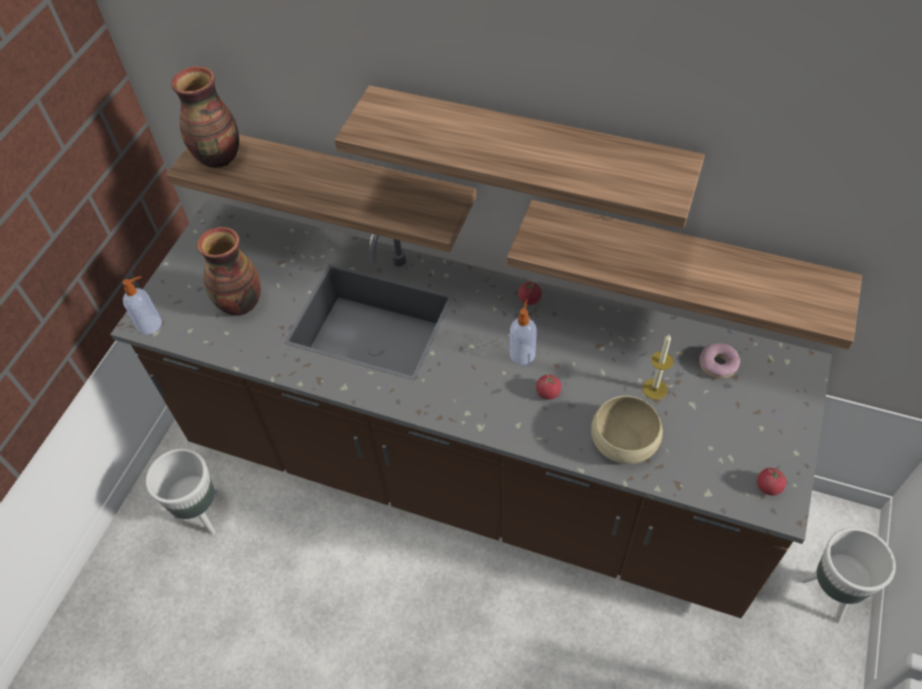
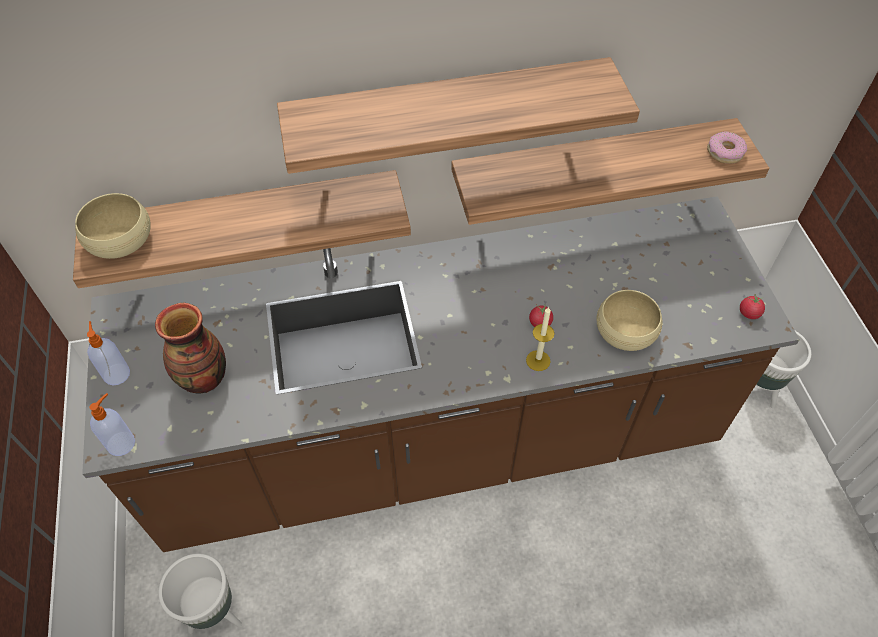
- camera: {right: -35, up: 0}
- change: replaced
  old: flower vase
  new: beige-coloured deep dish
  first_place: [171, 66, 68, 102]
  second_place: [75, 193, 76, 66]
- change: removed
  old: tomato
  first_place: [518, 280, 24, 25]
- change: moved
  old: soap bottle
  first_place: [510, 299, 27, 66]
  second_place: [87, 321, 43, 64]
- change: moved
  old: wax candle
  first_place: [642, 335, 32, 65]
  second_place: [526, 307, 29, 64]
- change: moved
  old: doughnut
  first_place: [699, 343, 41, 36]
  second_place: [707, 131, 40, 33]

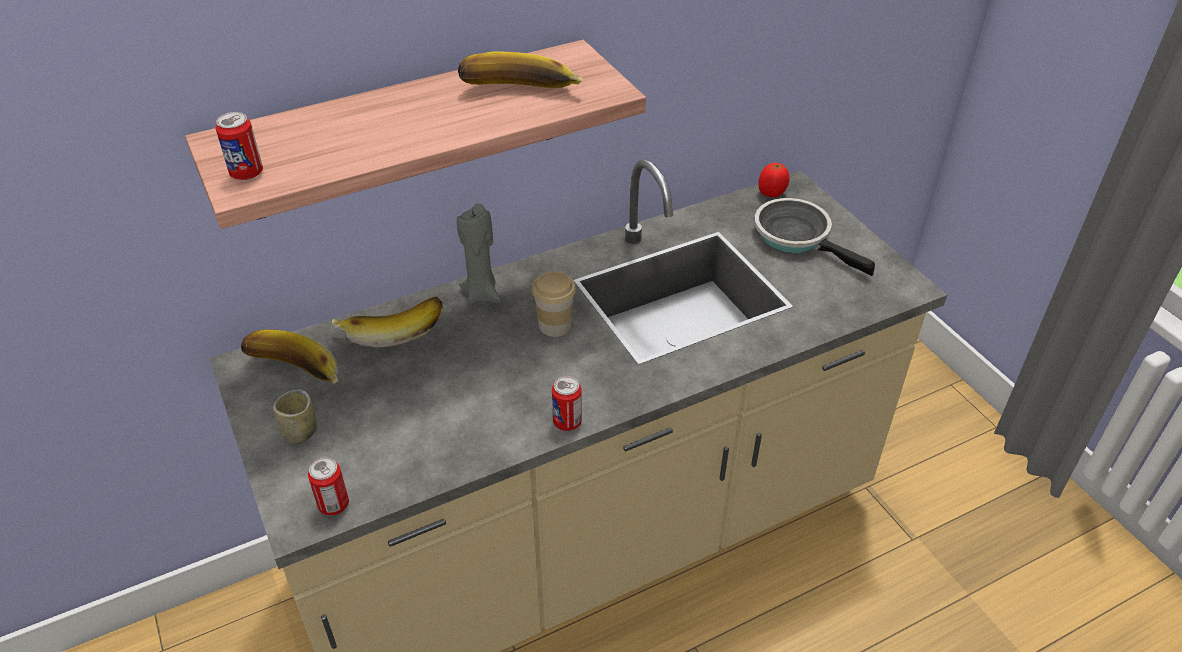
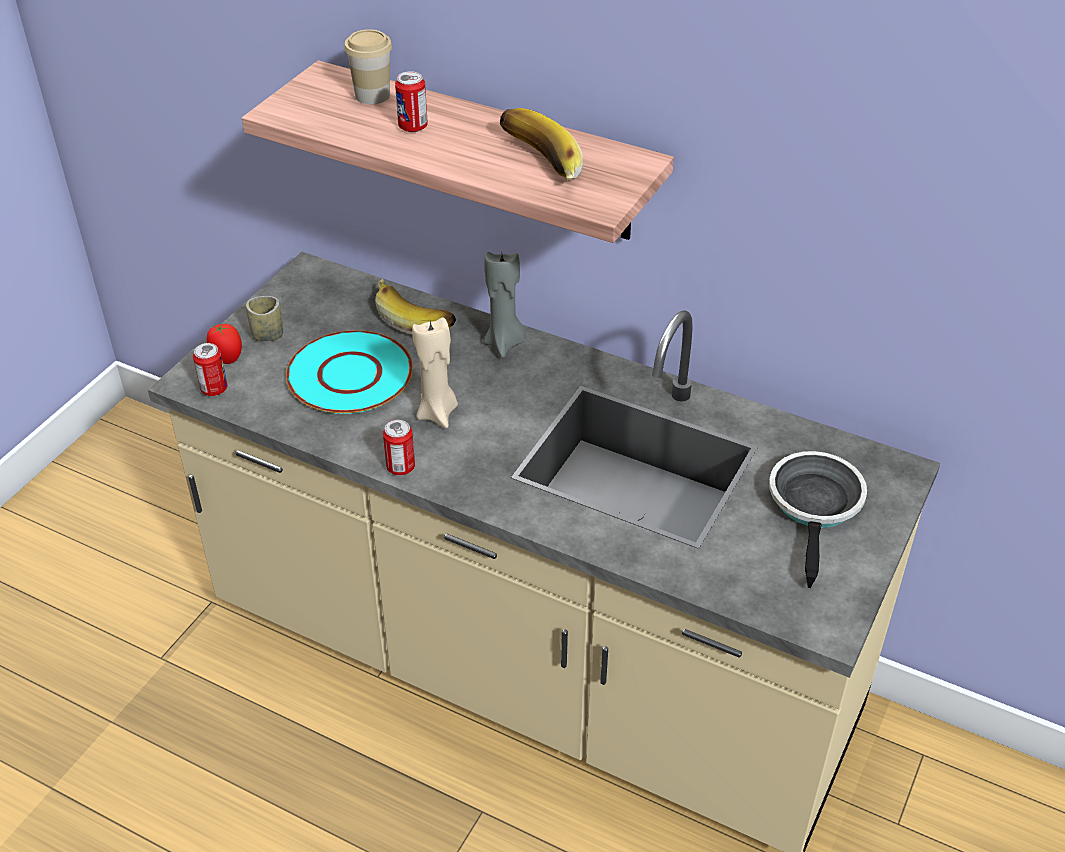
- camera: {right: 55, up: 0}
- change: moved
  old: sealed can
  first_place: [216, 112, 47, 68]
  second_place: [395, 71, 33, 61]
- change: moved
  old: tomato
  first_place: [758, 163, 32, 34]
  second_place: [207, 324, 35, 40]
- change: moved
  old: small cup
  first_place: [532, 271, 44, 66]
  second_place: [344, 29, 48, 75]
- change: removed
  old: banana fruit
  first_place: [241, 329, 97, 56]
- change: added
  new: beige-coloured wax candle
  second_place: [412, 318, 46, 110]
- change: added
  new: turquoise-coloured dinner plate
  second_place: [286, 330, 127, 84]

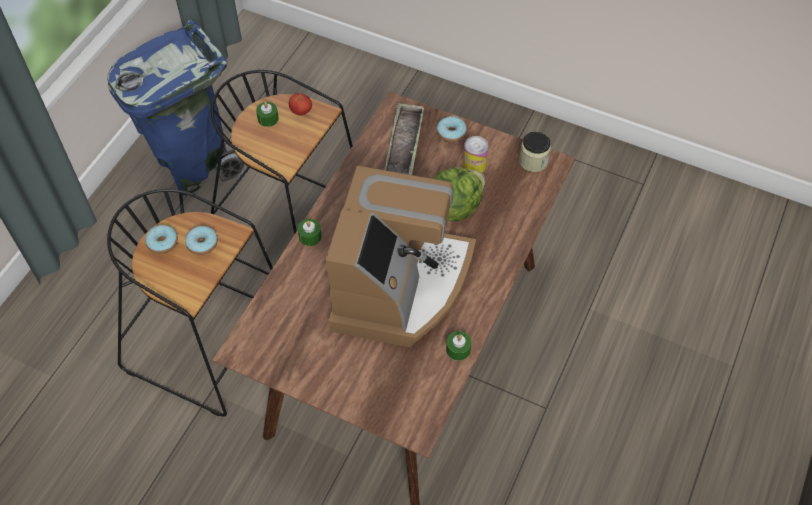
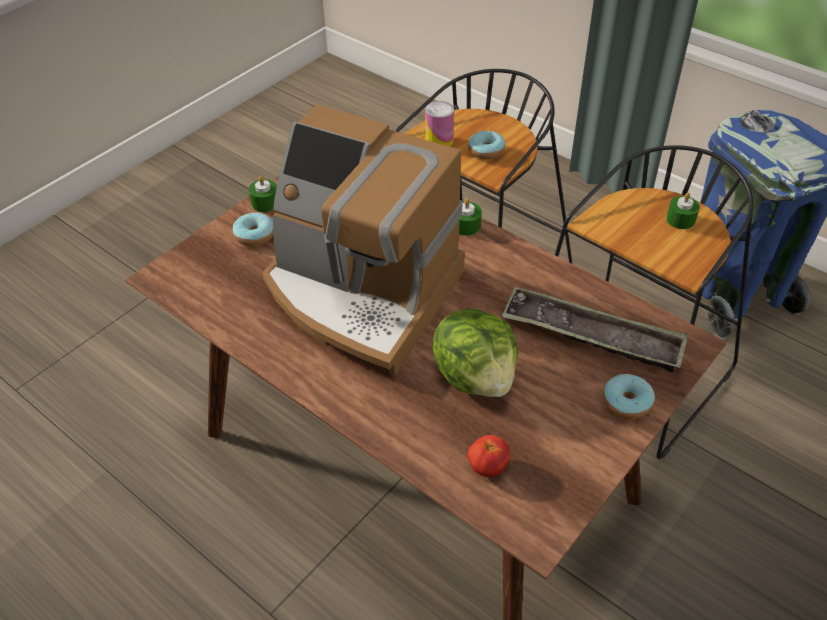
- camera: {right: 105, up: -10}
- change: moved
  old: tomato
  first_place: [289, 93, 23, 22]
  second_place: [468, 435, 43, 42]
- change: removed
  old: preserve jar
  first_place: [519, 132, 32, 40]
- change: moved
  old: sealed can
  first_place: [463, 136, 25, 37]
  second_place: [425, 101, 29, 46]
- change: moved
  old: doughnut
  first_place: [145, 225, 33, 29]
  second_place: [233, 213, 40, 34]
- change: moved
  old: green wax candle
  first_place: [446, 331, 25, 30]
  second_place: [249, 175, 28, 37]

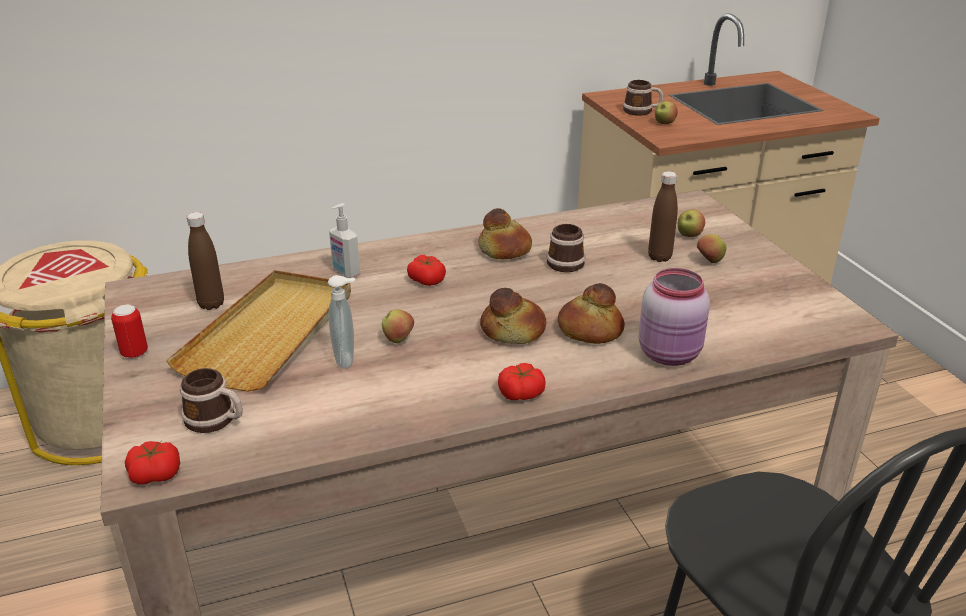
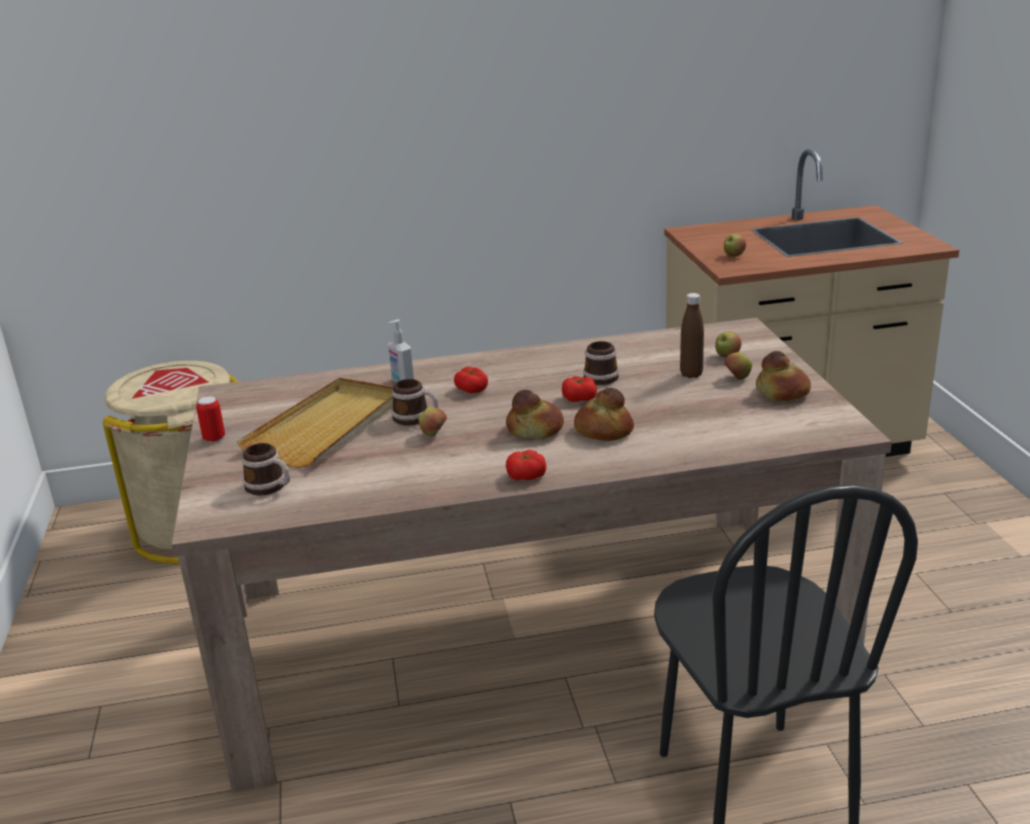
- camera: {right: 10, up: -5}
- change: moved
  old: tea mug
  first_place: [623, 80, 40, 36]
  second_place: [391, 379, 48, 47]
- change: moved
  old: bakery bread
  first_place: [479, 208, 53, 51]
  second_place: [756, 351, 55, 50]
- change: removed
  old: brown-coloured beverage bottle
  first_place: [187, 212, 37, 98]
- change: removed
  old: pinkish preserve jar
  first_place: [638, 268, 72, 98]
- change: removed
  old: soap bottle
  first_place: [328, 275, 27, 94]
- change: moved
  old: tomato
  first_place: [125, 441, 55, 43]
  second_place: [562, 376, 35, 26]

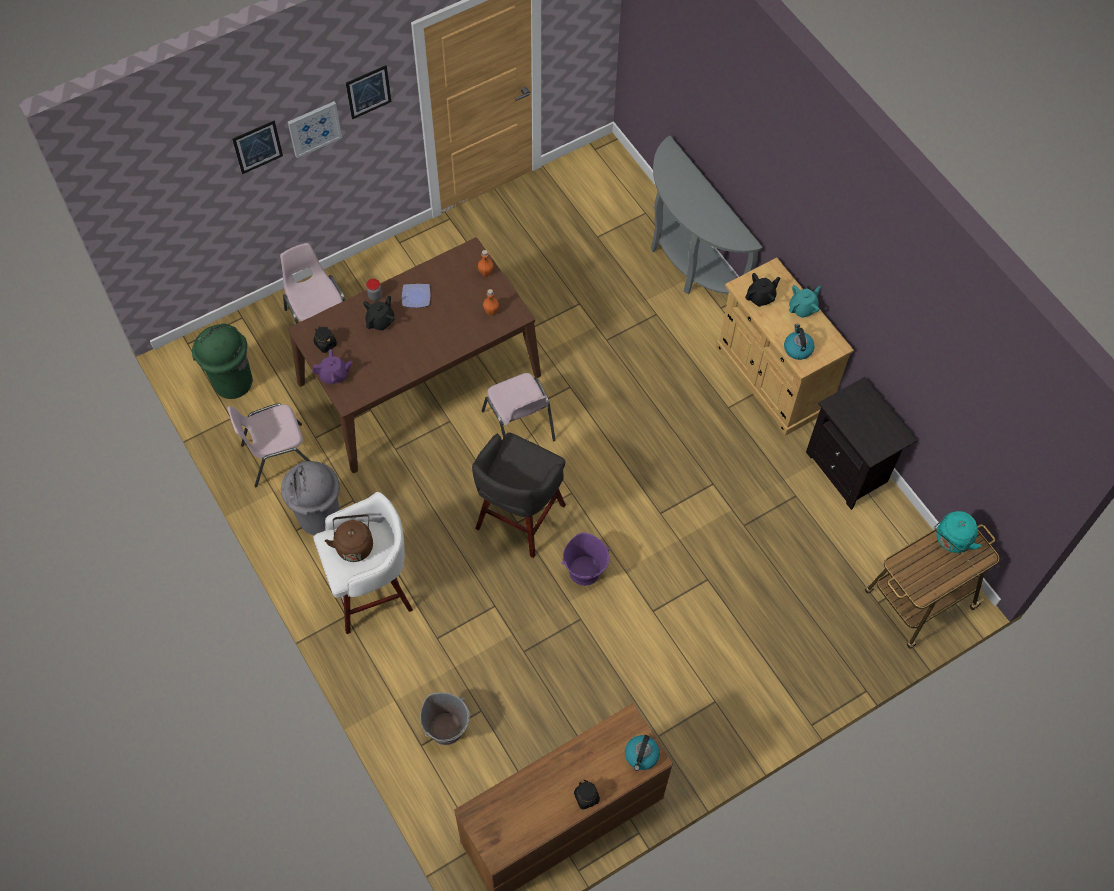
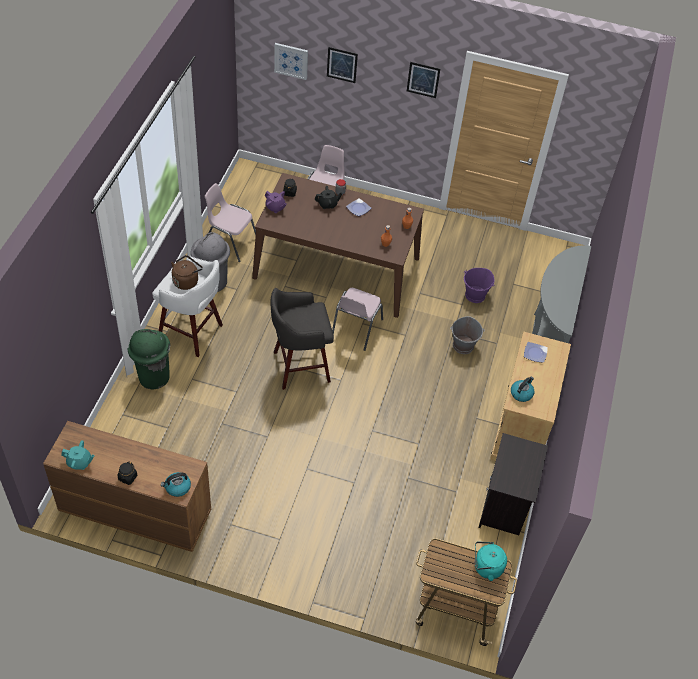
- camera: {right: 45, up: -10}
- change: moved
  old: wall picture
  first_place: [288, 101, 54, 57]
  second_place: [274, 43, 34, 37]
- change: replaced
  old: blackish pot for tea
  new: dinner plate
  first_place: [745, 273, 35, 34]
  second_place: [524, 342, 24, 20]
- change: moved
  old: turquoise-coloured pot for tea
  first_place: [789, 285, 32, 33]
  second_place: [61, 440, 34, 30]
- change: moved
  old: green trash can
  first_place: [192, 323, 61, 76]
  second_place: [128, 329, 42, 60]
- change: moved
  old: purple-coloured water bucket
  first_place: [562, 533, 49, 53]
  second_place: [464, 268, 31, 35]
- change: moved
  old: gray water bucket
  first_place: [420, 693, 50, 52]
  second_place: [450, 316, 35, 38]

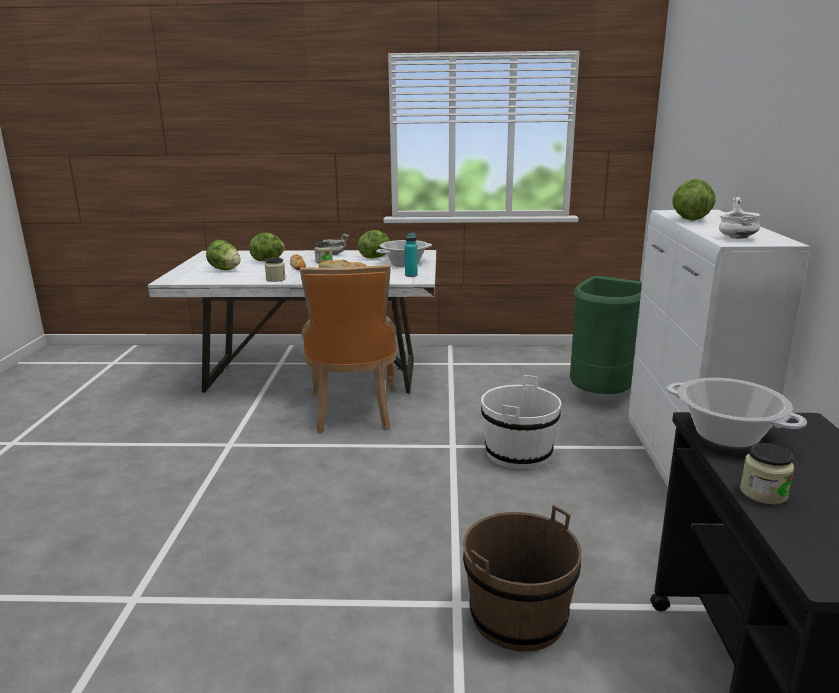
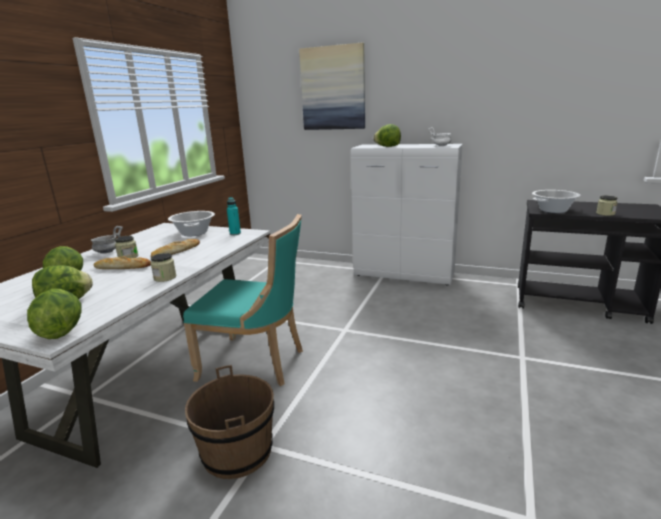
- camera: {right: -70, up: 0}
- change: moved
  old: lettuce
  first_place: [358, 230, 32, 28]
  second_place: [27, 289, 55, 50]
- change: recoloured
  old: orange-coloured upright chair
  new: turquoise-coloured upright chair
  first_place: [300, 265, 97, 169]
  second_place: [183, 214, 120, 172]
- change: removed
  old: green trash can
  first_place: [570, 276, 72, 118]
- change: removed
  old: whitish water bucket
  first_place: [481, 375, 80, 94]
- change: moved
  old: brown-coloured water bucket
  first_place: [463, 505, 118, 147]
  second_place: [185, 365, 89, 114]
- change: added
  new: wall picture
  second_place: [299, 43, 66, 87]

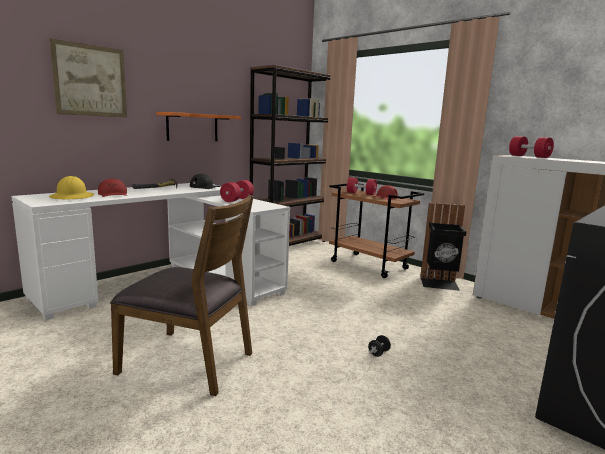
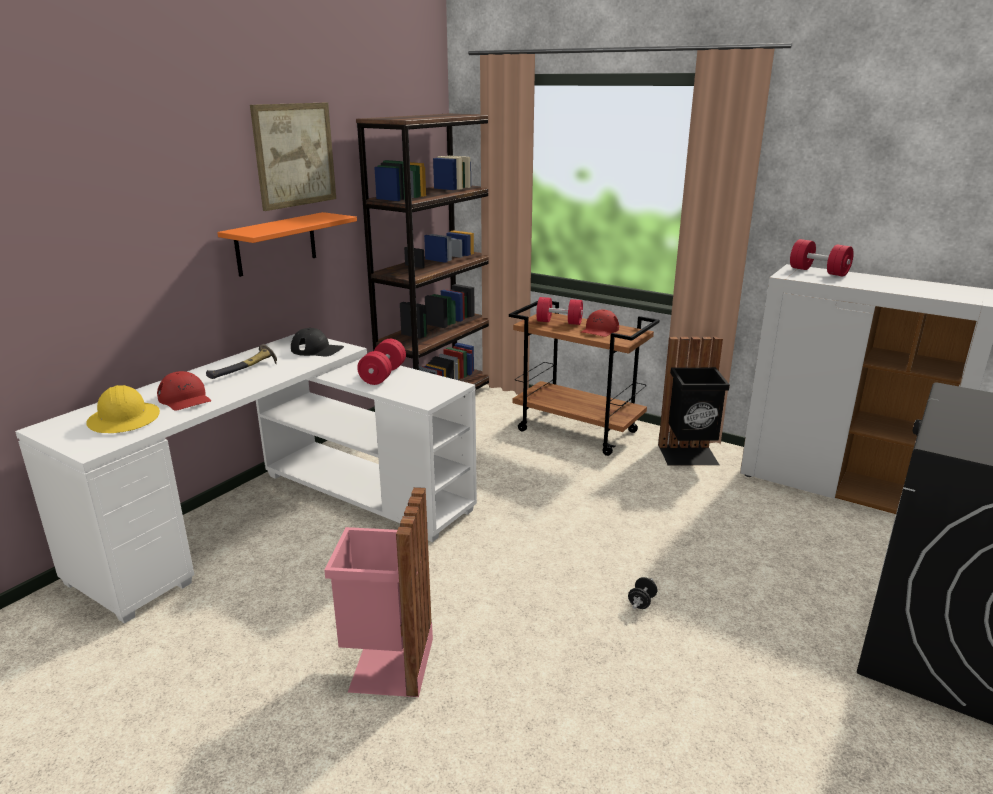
- camera: {right: -10, up: 10}
- change: moved
  old: wall picture
  first_place: [49, 38, 78, 79]
  second_place: [250, 102, 86, 109]
- change: replaced
  old: brown-coloured upright chair
  new: pinkish trash can
  first_place: [110, 194, 144, 202]
  second_place: [324, 487, 109, 210]

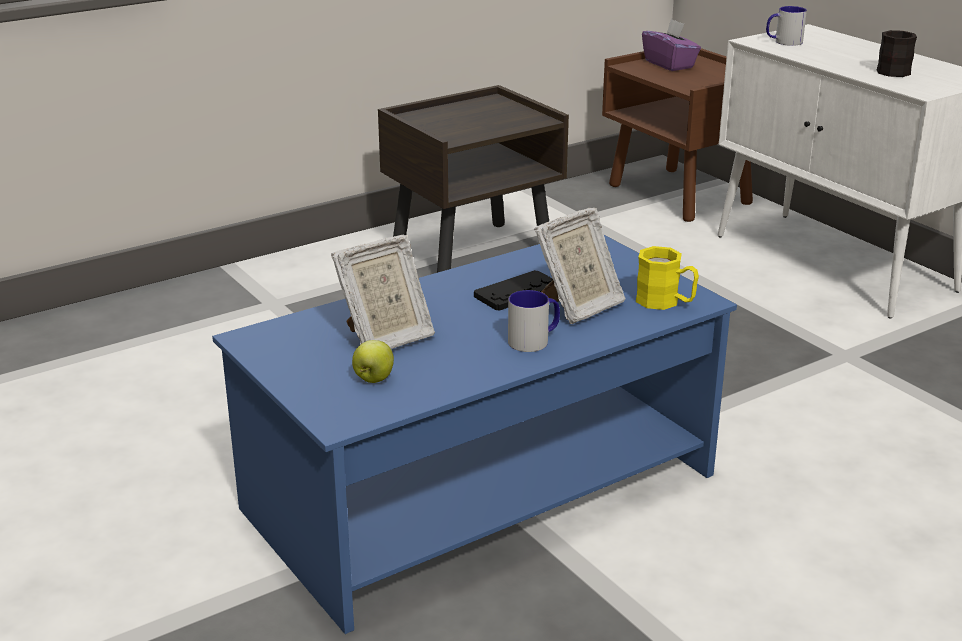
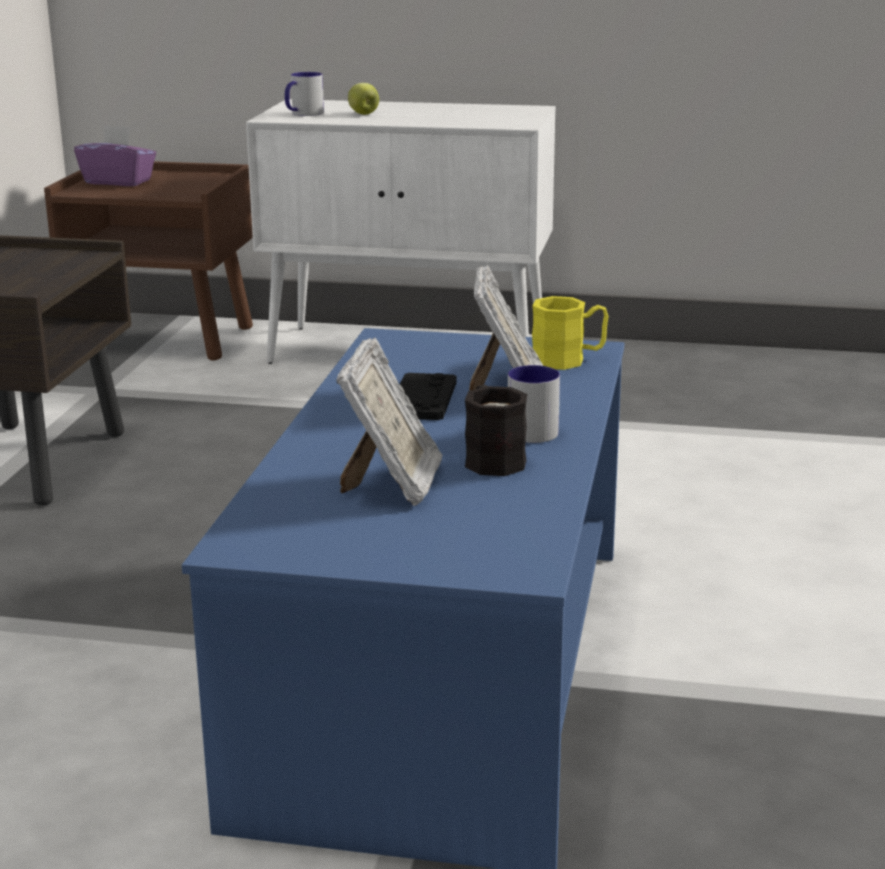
- camera: {right: -45, up: -5}
- change: moved
  old: blackish tea mug
  first_place: [877, 30, 40, 47]
  second_place: [465, 385, 62, 91]
- change: moved
  old: apple fruit
  first_place: [352, 340, 42, 43]
  second_place: [348, 83, 31, 32]

